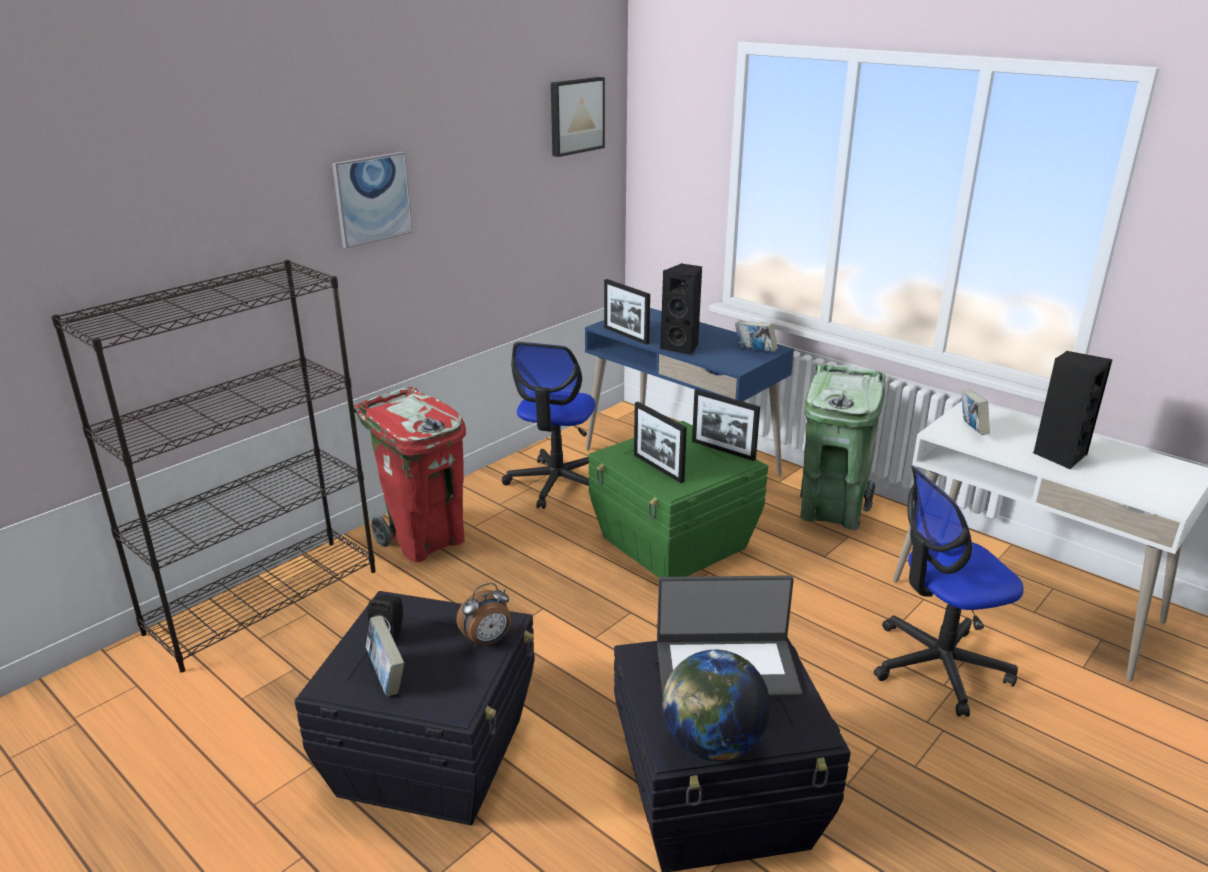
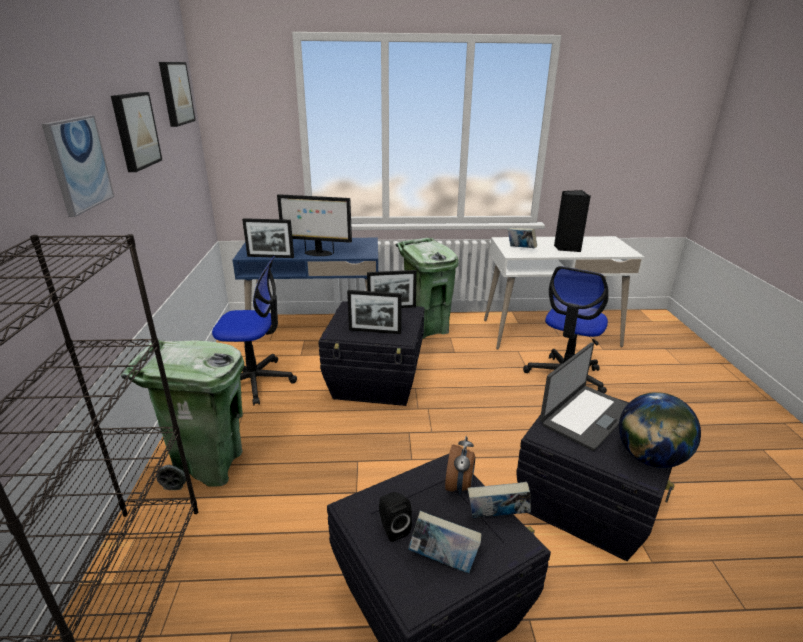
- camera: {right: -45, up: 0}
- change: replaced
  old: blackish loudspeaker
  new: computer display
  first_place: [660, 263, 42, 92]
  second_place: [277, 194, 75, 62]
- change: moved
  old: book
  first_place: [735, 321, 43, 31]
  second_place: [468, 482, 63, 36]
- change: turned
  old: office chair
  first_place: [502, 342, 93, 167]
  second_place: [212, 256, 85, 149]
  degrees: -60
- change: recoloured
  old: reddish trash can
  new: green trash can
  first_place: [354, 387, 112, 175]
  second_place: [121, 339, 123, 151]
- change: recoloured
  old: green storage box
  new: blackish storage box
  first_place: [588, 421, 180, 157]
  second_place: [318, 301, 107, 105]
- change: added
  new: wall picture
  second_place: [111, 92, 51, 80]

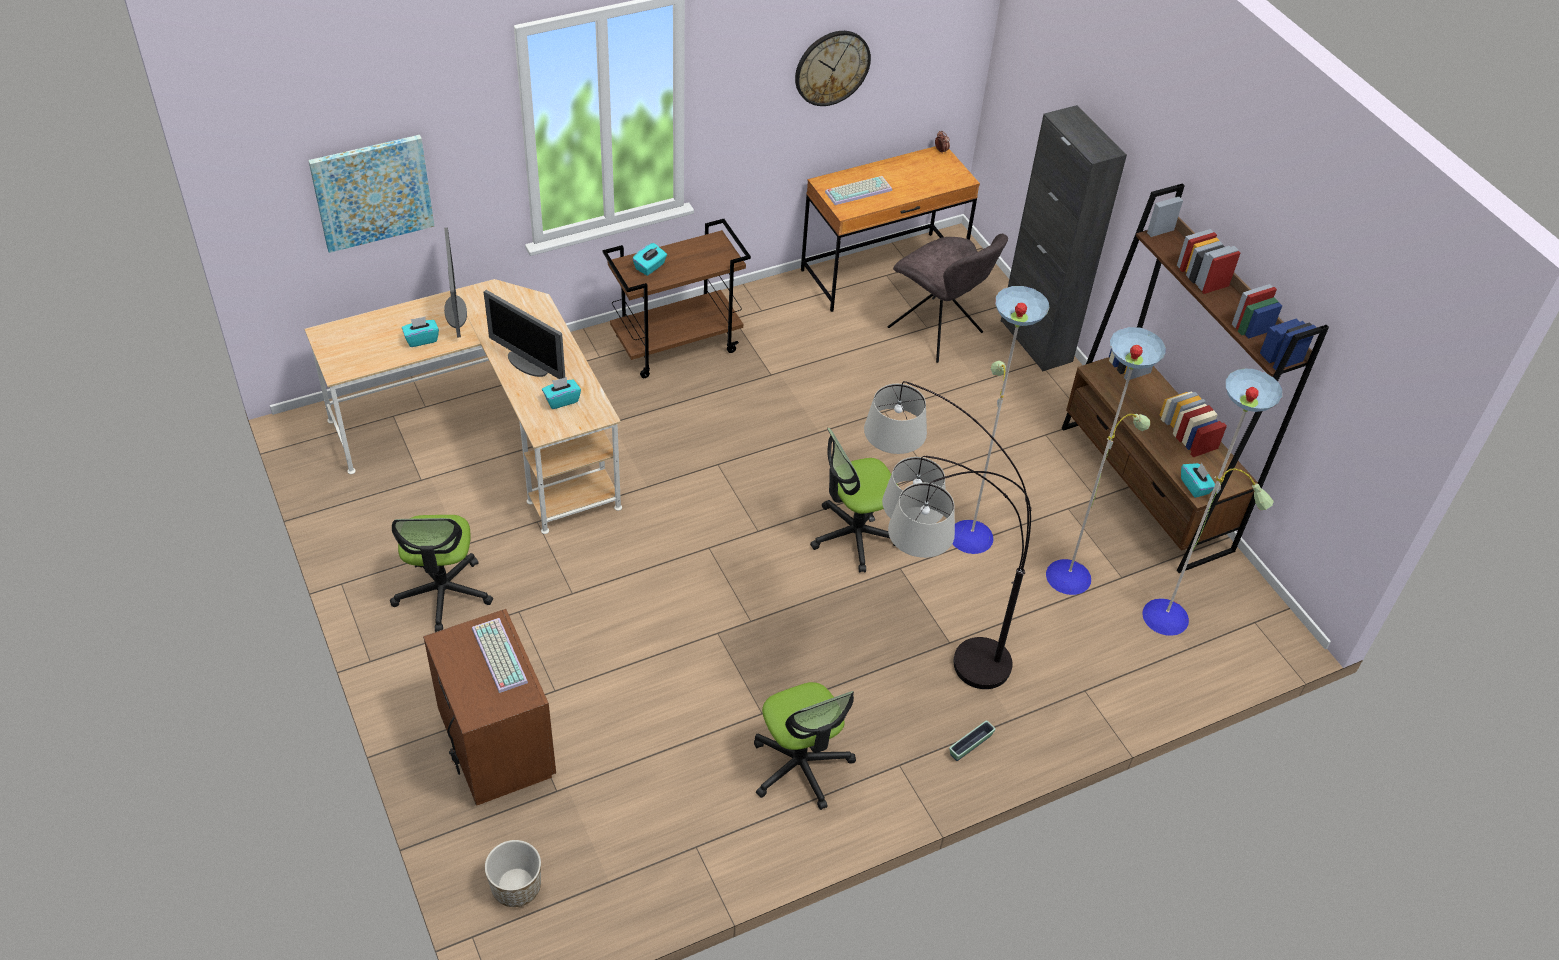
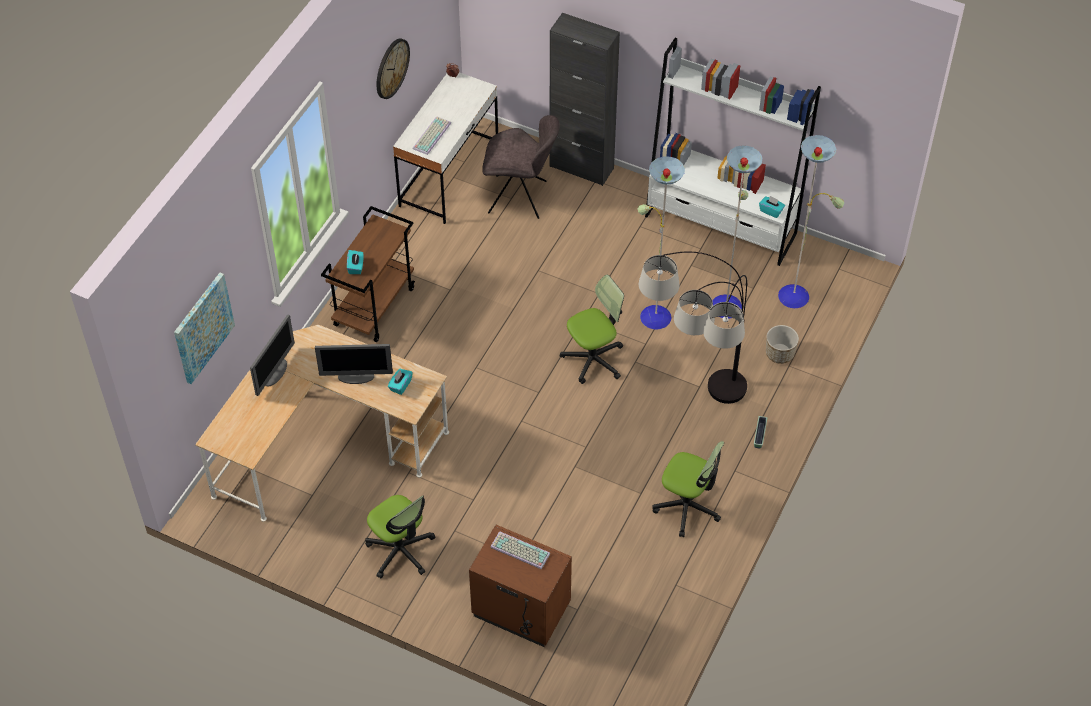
- camera: {right: -35, up: 5}
- change: recoloured
  old: brown-coloured desk unit
  new: whitish desk unit
  first_place: [801, 146, 179, 166]
  second_place: [393, 72, 105, 152]
- change: recoloured
  old: brown-coloured bookshelf
  new: whitish bookshelf
  first_place: [1062, 184, 267, 389]
  second_place: [645, 38, 176, 228]
- change: turned
  old: computer display
  first_place: [444, 228, 23, 110]
  second_place: [250, 314, 45, 82]
  degrees: 75
- change: removed
  old: turquoise-coloured box of tissues
  first_place: [402, 317, 37, 30]
- change: turned
  old: office chair
  first_place: [810, 428, 89, 145]
  second_place: [560, 275, 64, 109]
  degrees: -150
- change: moved
  old: flower pot
  first_place: [485, 840, 56, 67]
  second_place: [766, 325, 33, 39]

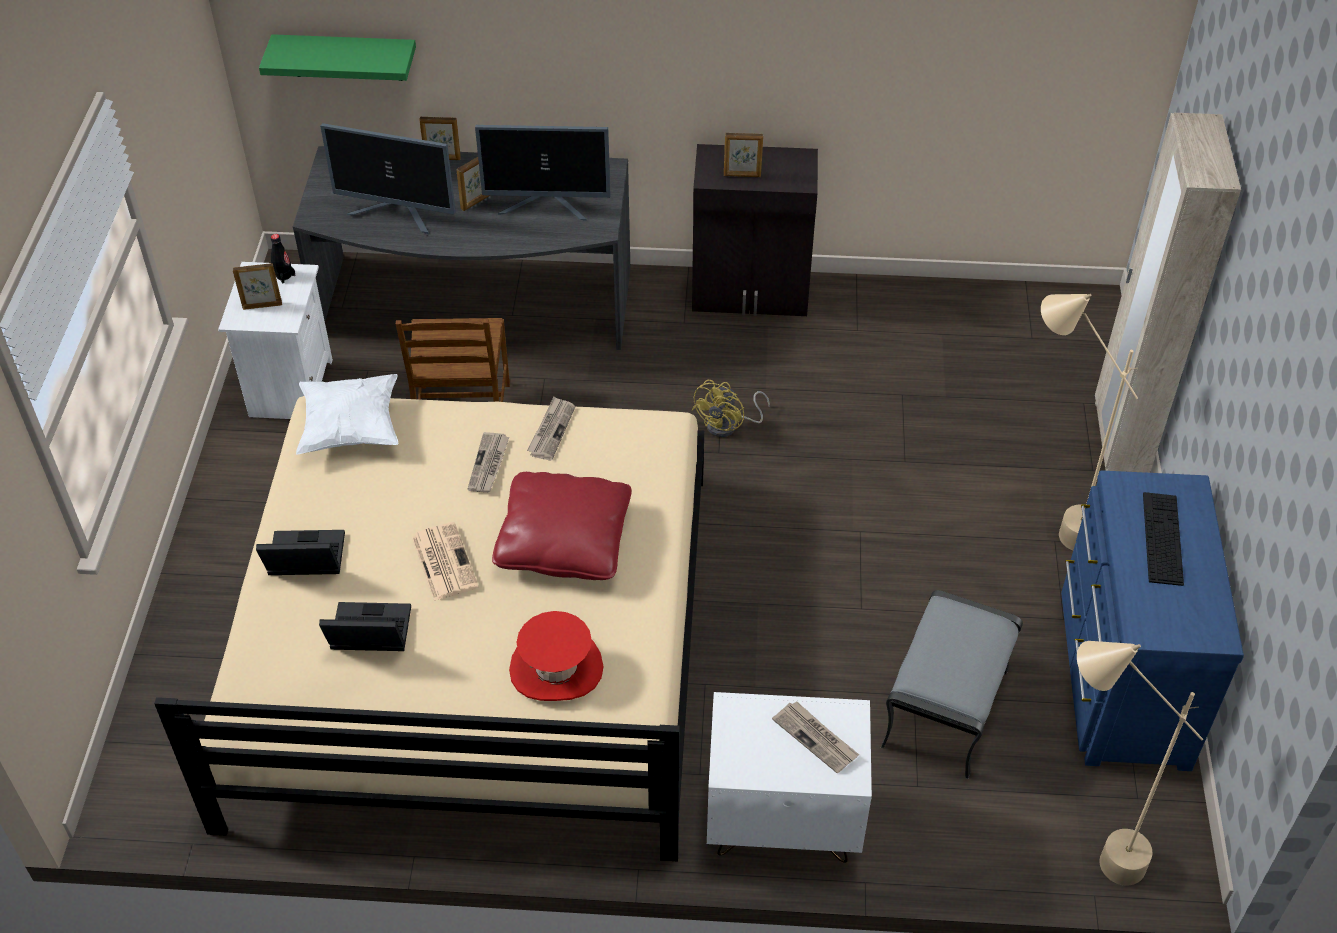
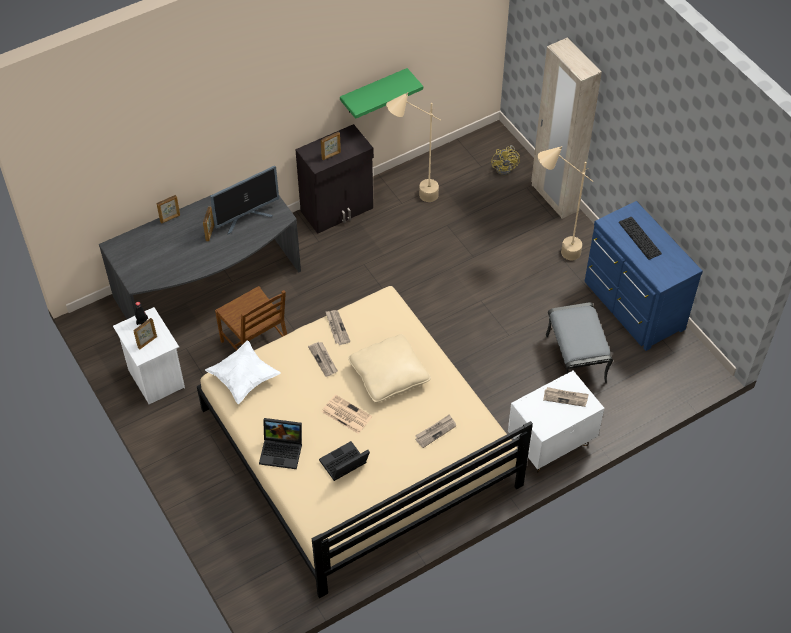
- camera: {right: -35, up: 5}
- change: moved
  old: green bracket shelf
  first_place: [259, 34, 157, 47]
  second_place: [340, 68, 83, 51]
- change: removed
  old: computer display
  first_place: [320, 123, 136, 111]
- change: moved
  old: yellow fan
  first_place: [692, 380, 78, 57]
  second_place: [491, 145, 29, 30]
- change: recoloured
  old: reddish pillow
  new: beige-coloured pillow
  first_place: [492, 472, 140, 108]
  second_place: [348, 334, 83, 69]
- change: turned
  old: portable computer
  first_place: [256, 530, 89, 45]
  second_place: [259, 418, 43, 51]
  degrees: -135
- change: replaced
  old: reddish wearable hat
  new: printed paper
  first_place: [509, 611, 95, 90]
  second_place: [415, 414, 41, 34]
- change: moved
  old: beige-coloured standard lamp
  first_place: [1077, 641, 126, 245]
  second_place: [386, 92, 55, 110]

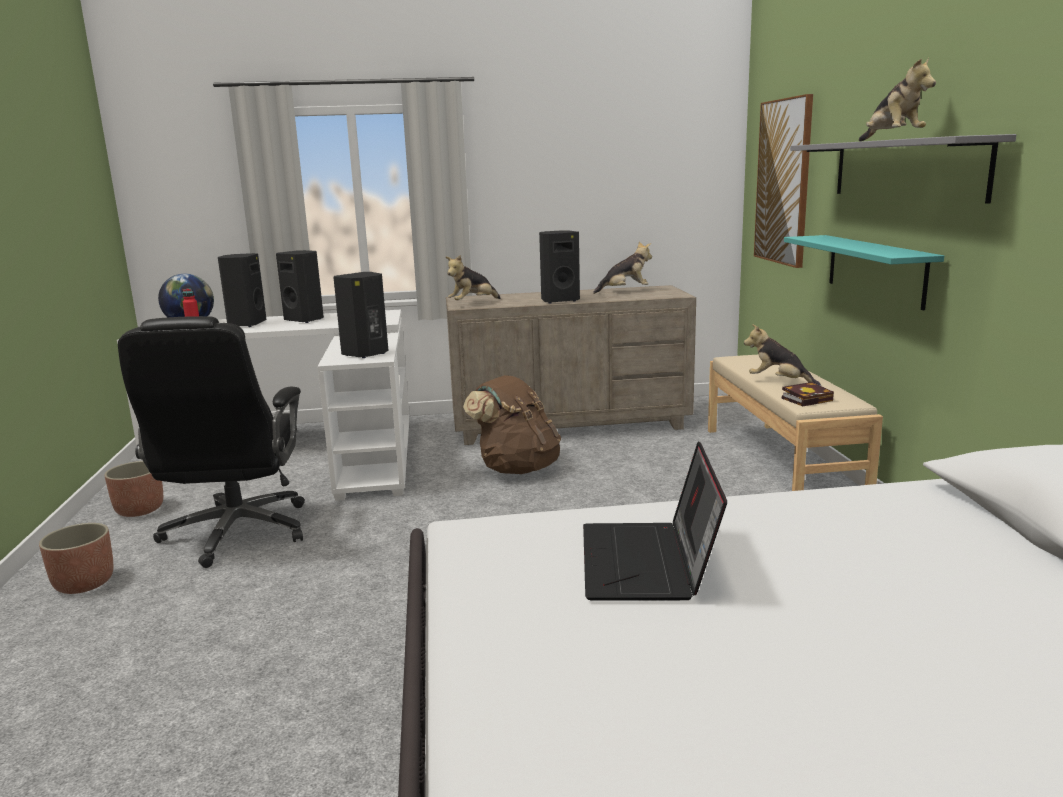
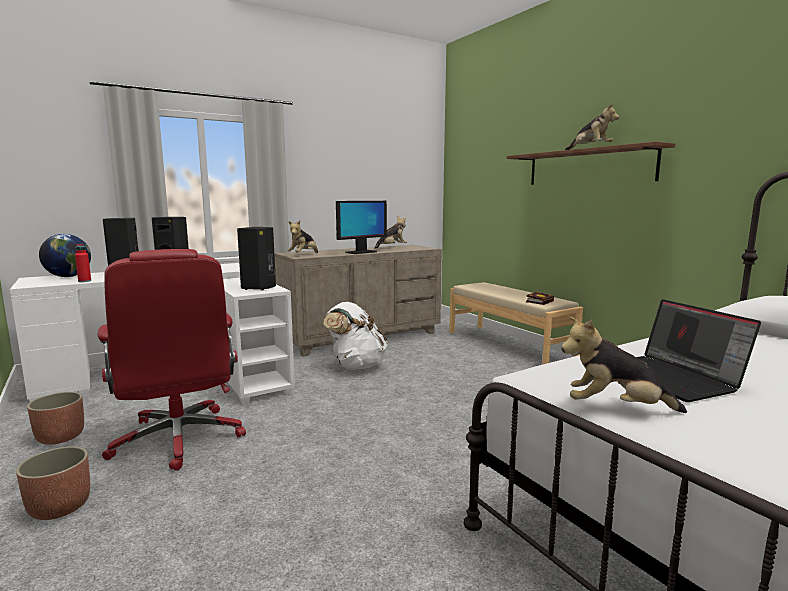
- camera: {right: -25, up: -5}
- change: removed
  old: wall picture
  first_place: [754, 94, 59, 174]
- change: recoloured
  old: gray bracket shelf
  new: brown-coloured bracket shelf
  first_place: [790, 134, 226, 70]
  second_place: [507, 142, 168, 43]
- change: replaced
  old: blackish loudspeaker
  new: computer display
  first_place: [539, 230, 41, 73]
  second_place: [336, 201, 51, 53]
- change: removed
  old: turquoise-coloured bracket shelf
  first_place: [784, 235, 160, 75]
- change: recoloured
  old: blackish office chair
  new: reddish office chair
  first_place: [118, 316, 187, 252]
  second_place: [98, 249, 148, 222]
- change: moved
  old: cuddly toy
  first_place: [744, 324, 77, 62]
  second_place: [561, 316, 126, 97]
- change: recoloured
  old: brown-coloured rucksack
  new: whitish rucksack
  first_place: [463, 375, 98, 99]
  second_place: [323, 302, 65, 68]

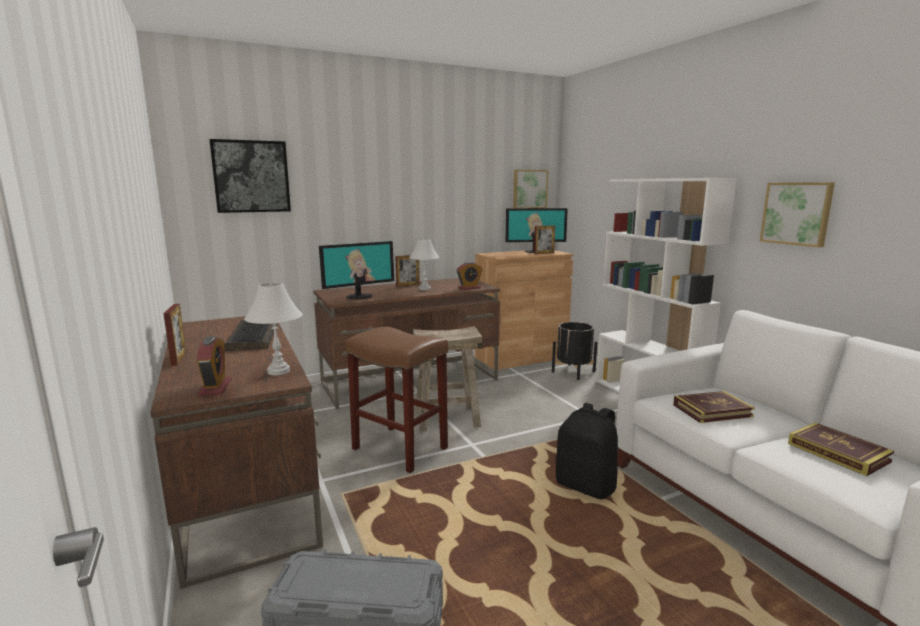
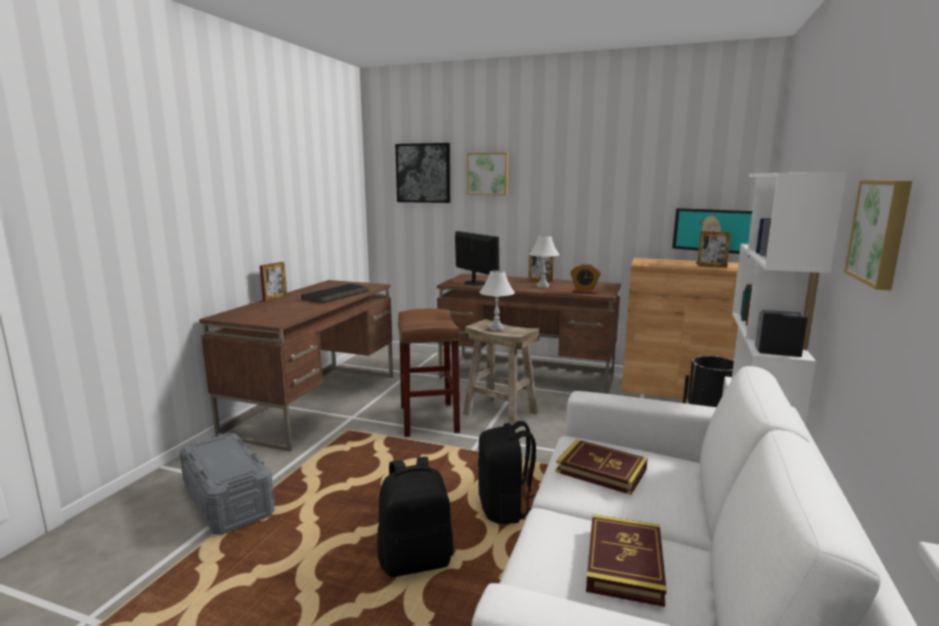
- camera: {right: 45, up: 0}
- change: moved
  old: wall picture
  first_place: [513, 170, 35, 38]
  second_place: [467, 152, 41, 44]
- change: turned
  old: computer display
  first_place: [319, 241, 75, 59]
  second_place: [455, 231, 44, 55]
  degrees: -135
- change: moved
  old: whitish tabletop lamp
  first_place: [244, 283, 59, 92]
  second_place: [479, 271, 36, 60]
- change: removed
  old: bedside clock
  first_place: [197, 336, 35, 60]
- change: added
  new: blackish rucksack
  second_place: [377, 457, 77, 120]

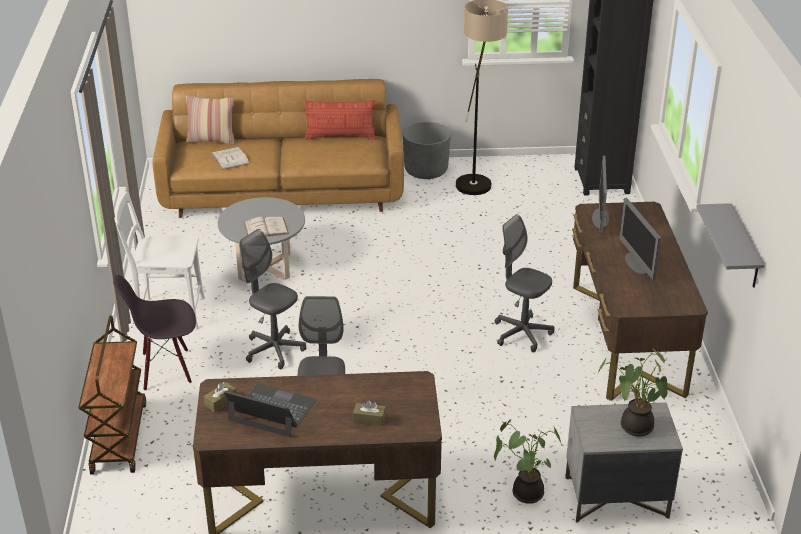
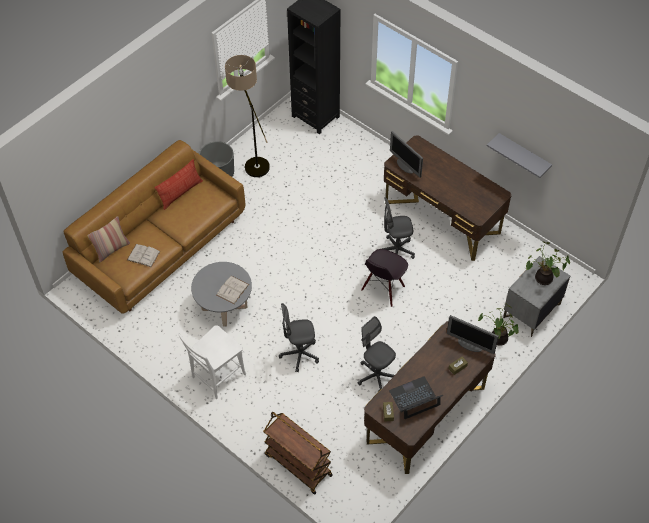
- camera: {right: -45, up: 20}
- change: moved
  old: computer display
  first_place: [619, 198, 42, 82]
  second_place: [447, 315, 52, 39]
- change: moved
  old: blackish upright chair
  first_place: [113, 275, 83, 116]
  second_place: [361, 249, 47, 58]

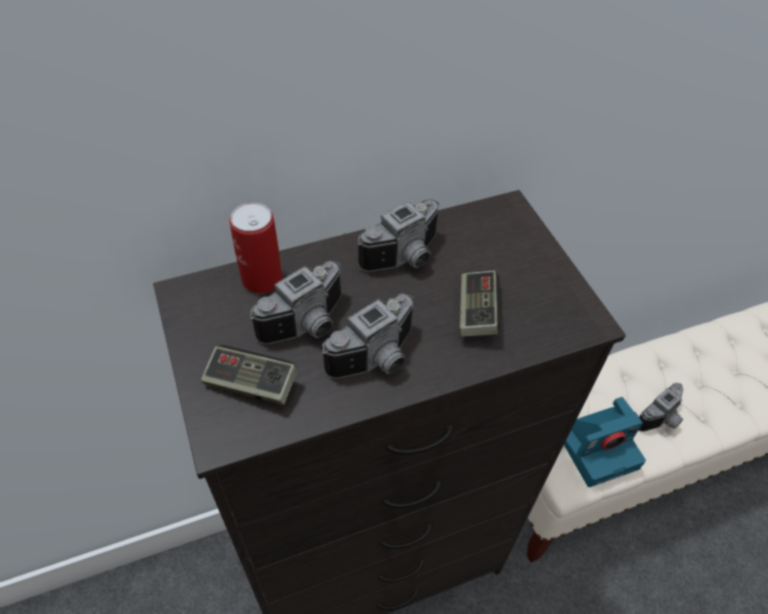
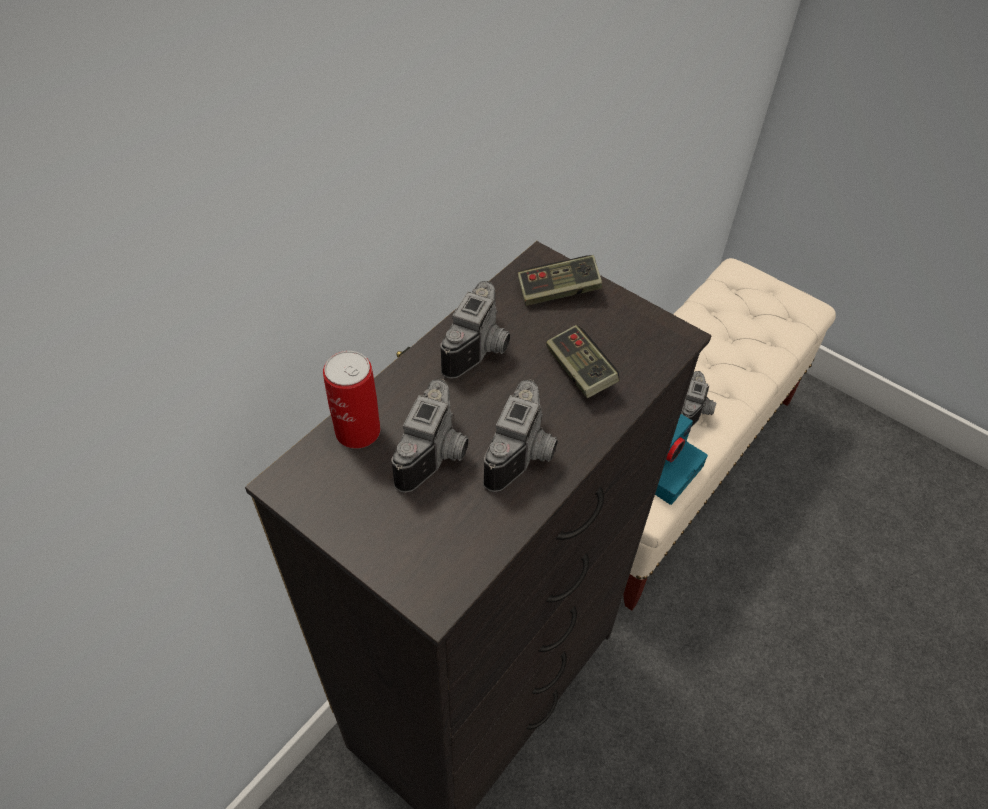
- camera: {right: -30, up: 0}
- change: moved
  old: game controller
  first_place: [201, 345, 97, 60]
  second_place: [518, 255, 84, 51]

